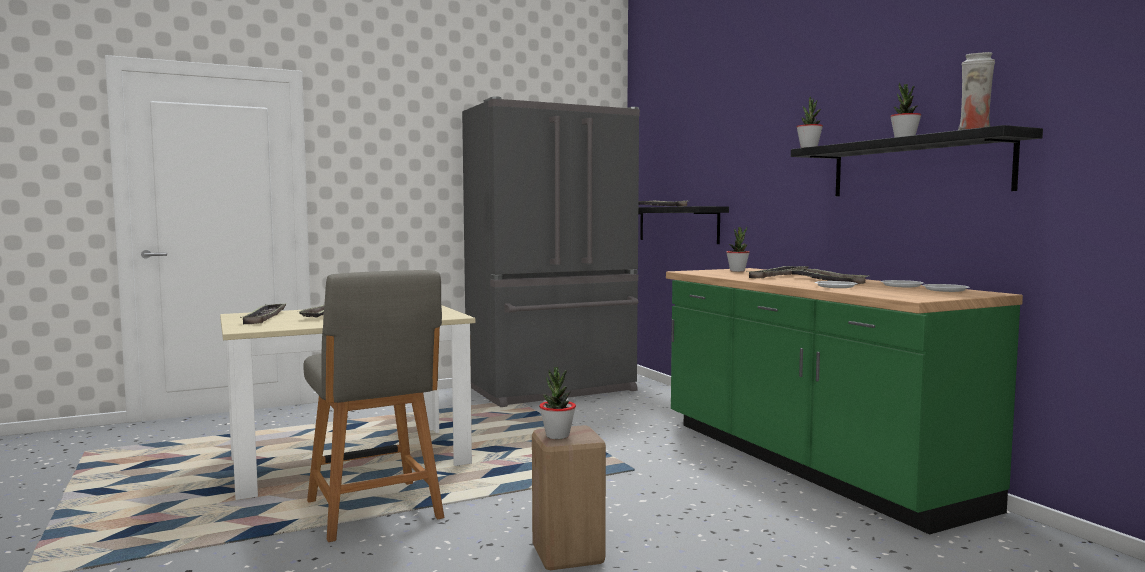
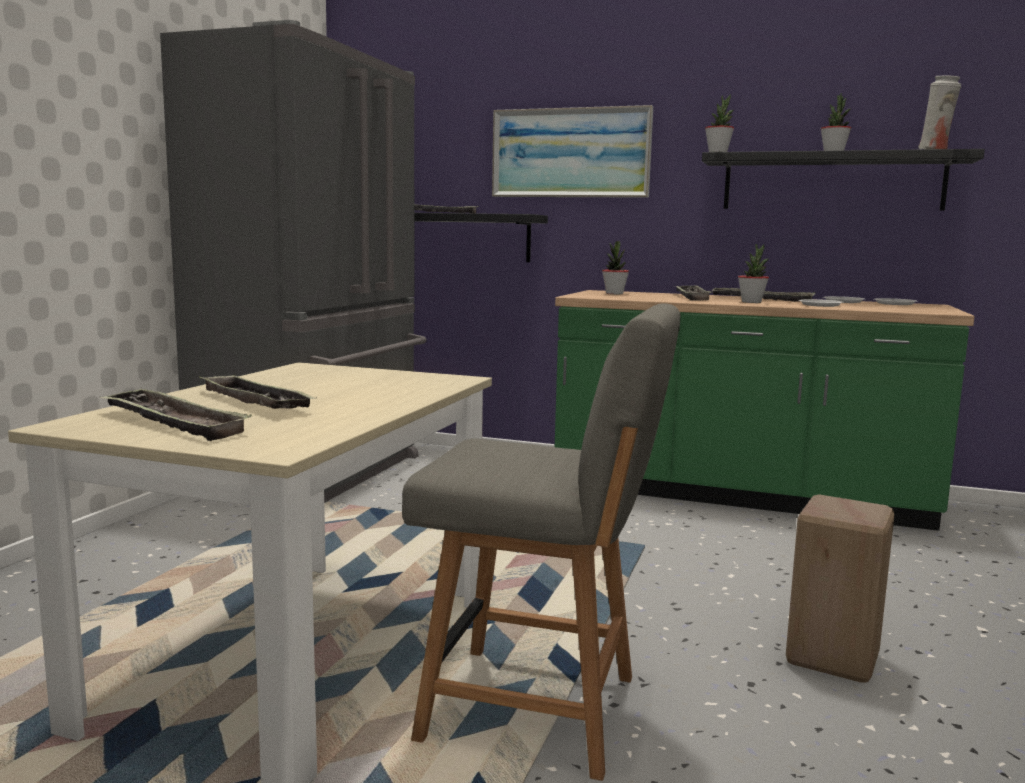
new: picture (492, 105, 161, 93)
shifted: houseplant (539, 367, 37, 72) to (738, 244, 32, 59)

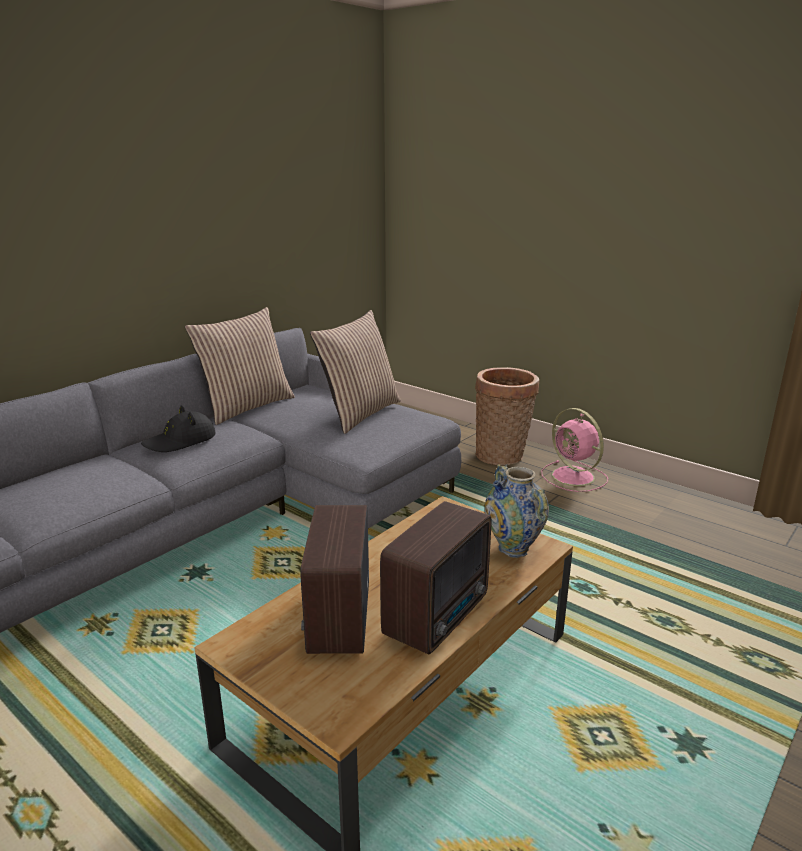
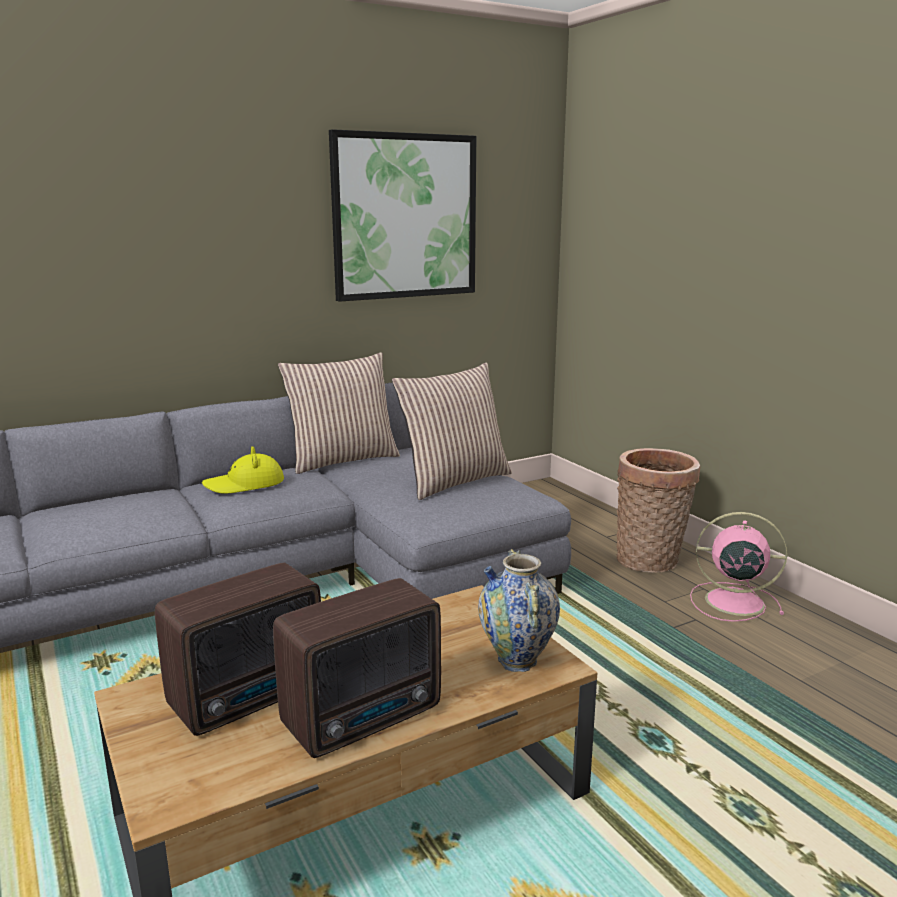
new: picture (329, 129, 147, 173)
repainted: black-coloured wearable hat (141, 405, 75, 47) to yellowish wearable hat (202, 446, 82, 48)
rotated: radio (300, 505, 69, 149) = (155, 563, 166, 173) 150 degrees counterclockwise; pink-coloured electric fan (541, 408, 67, 84) = (690, 512, 97, 110) 120 degrees clockwise

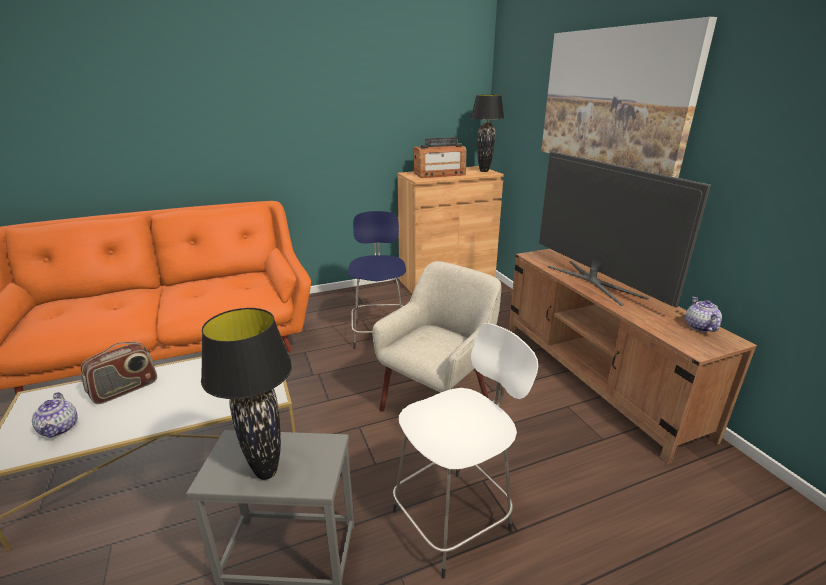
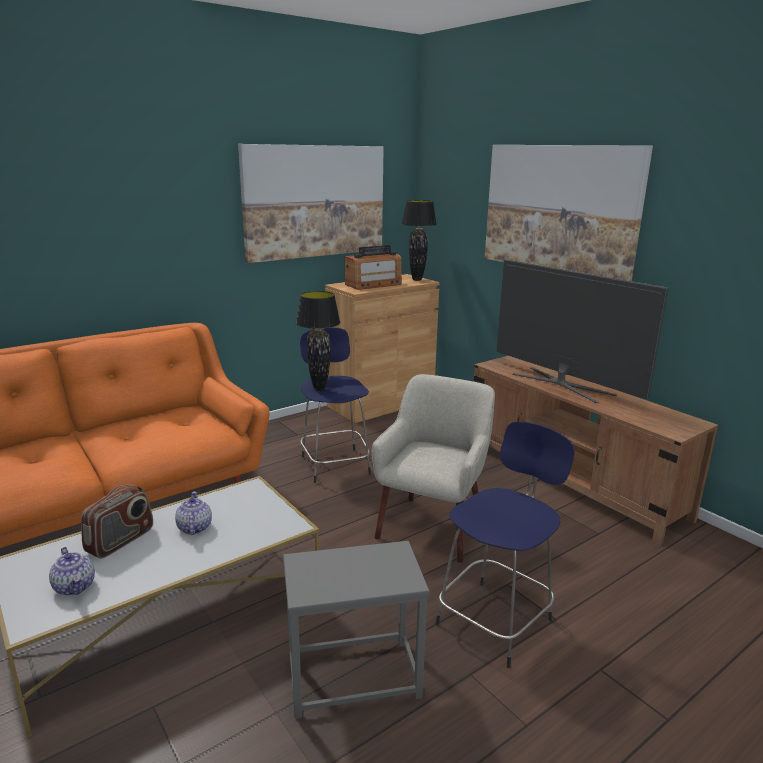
new: picture (238, 144, 146, 119)
shifted: black-coloured lamp for a table (201, 308, 91, 172) to (296, 291, 44, 99); tea pot (685, 297, 37, 35) to (175, 492, 37, 43)
repainted: white-coloured stool seat (393, 323, 145, 256) to blue-coloured stool seat (435, 421, 140, 247)

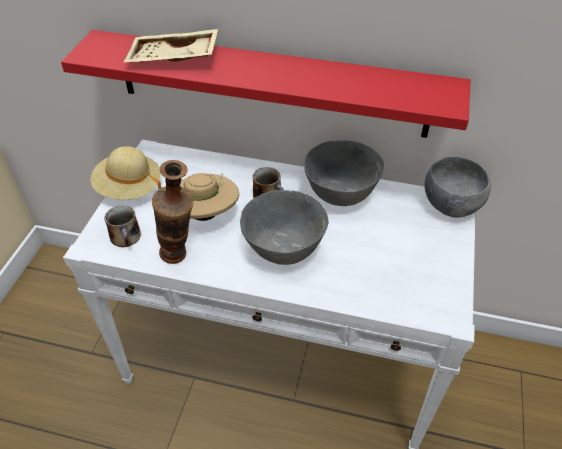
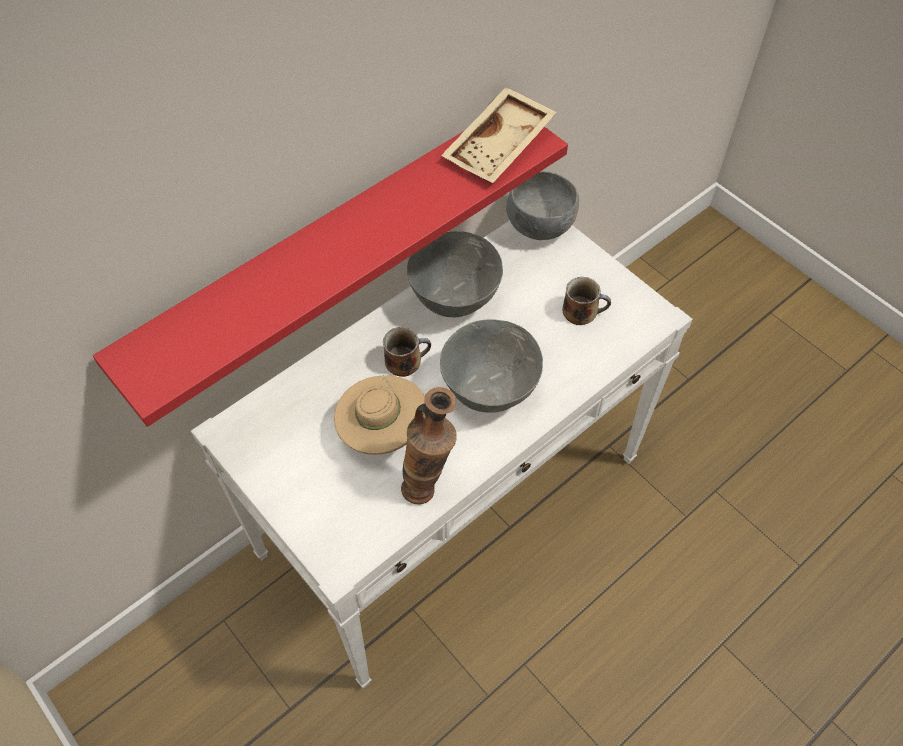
gone: beige wearable hat (91, 146, 71, 54)
shifted: tea mug (104, 205, 37, 42) to (562, 277, 49, 48); beige serving tray (124, 29, 94, 34) to (441, 87, 116, 96)

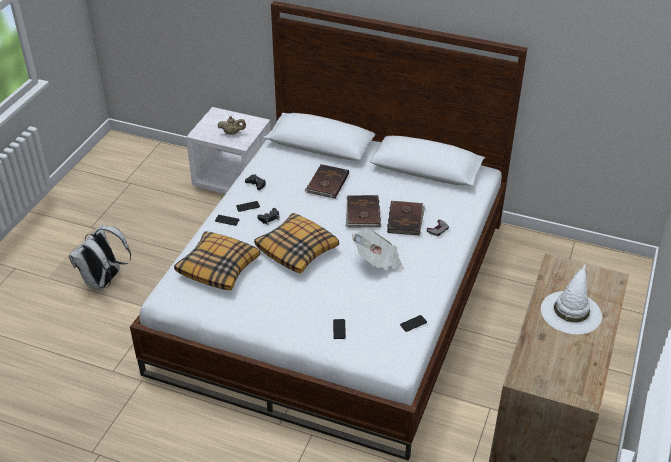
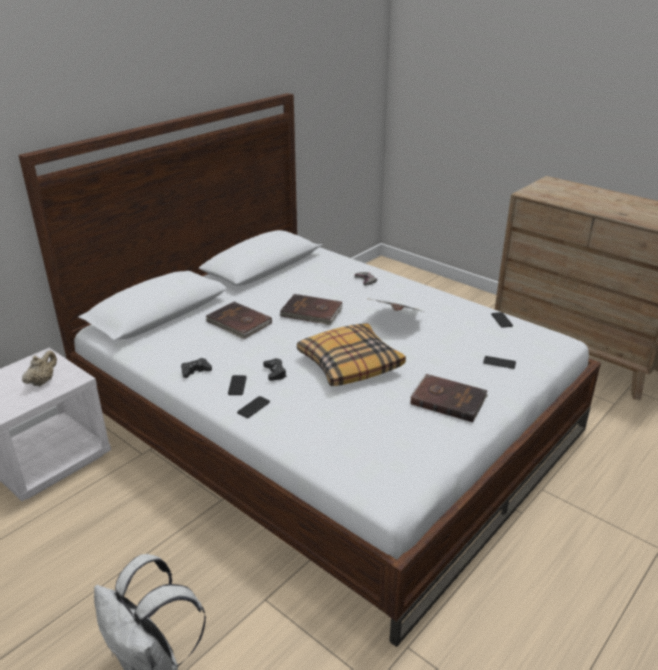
gone: pillow (174, 232, 86, 58); white-coloured wearable hat (541, 265, 61, 69)
shifted: brown bound book (387, 201, 38, 34) to (410, 374, 78, 48)

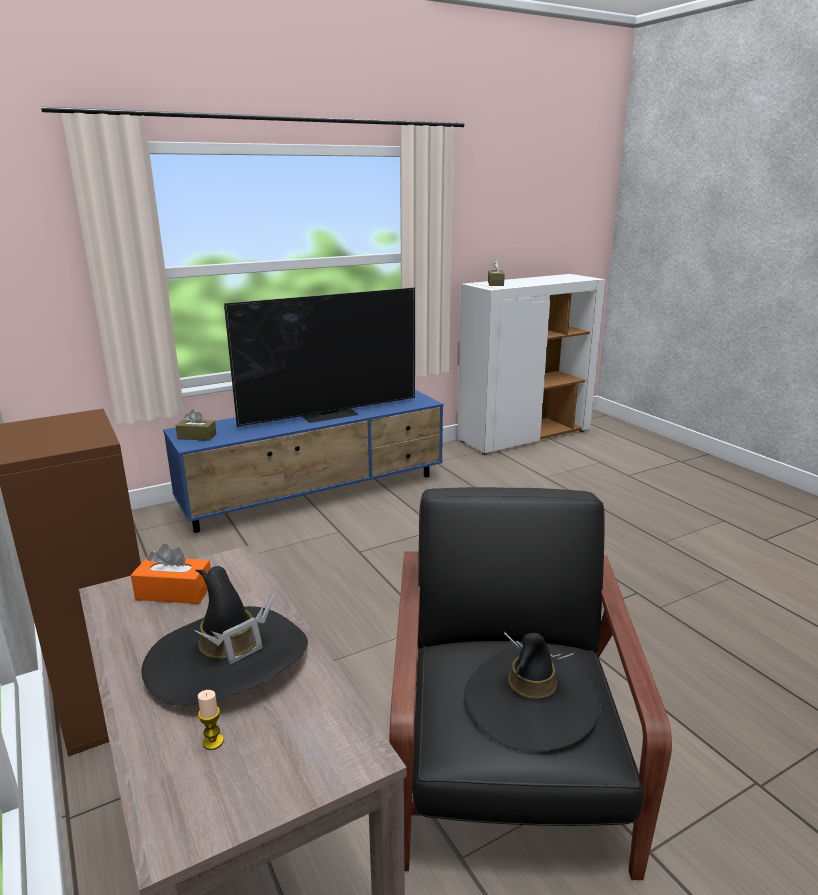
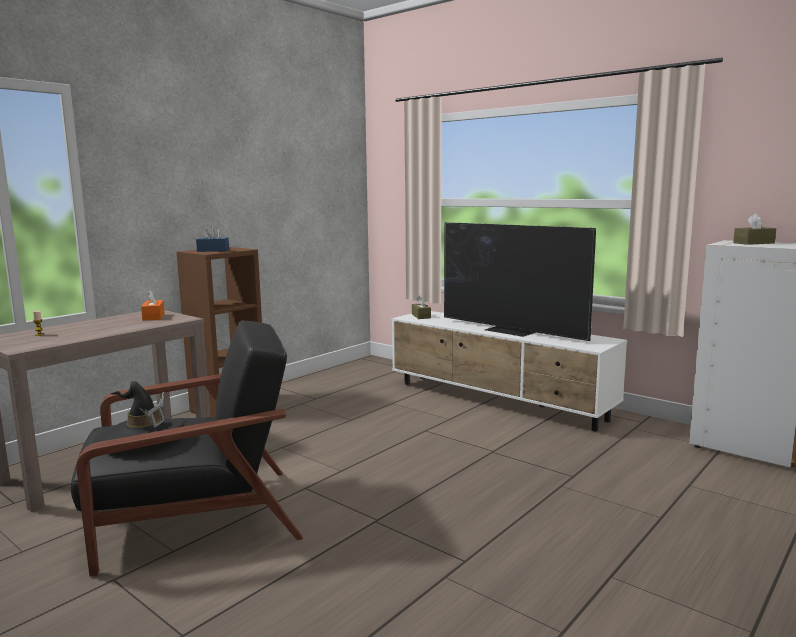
gone: black-coloured wearable hat (141, 566, 167, 140)
new: blue-coloured box of tissues (196, 226, 33, 26)
repainted: blue-coloured media console (163, 390, 281, 143) to white-coloured media console (392, 311, 235, 120)

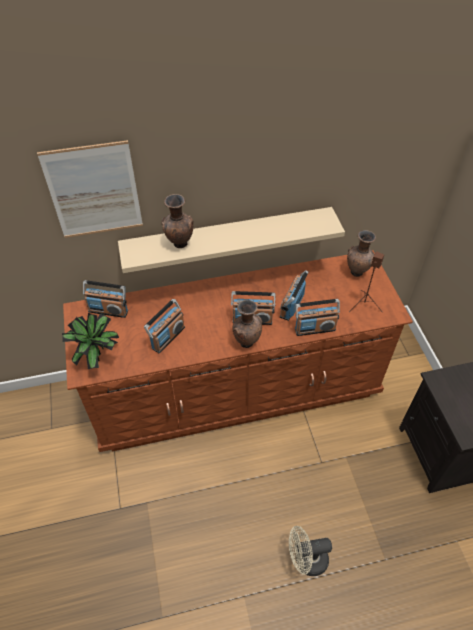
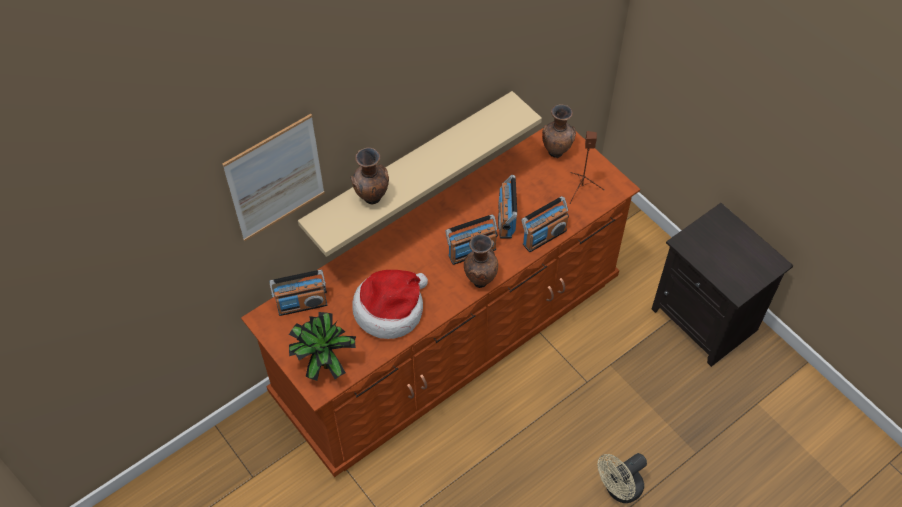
swapped: radio (144, 299, 41, 54) to wearable hat (352, 270, 76, 69)

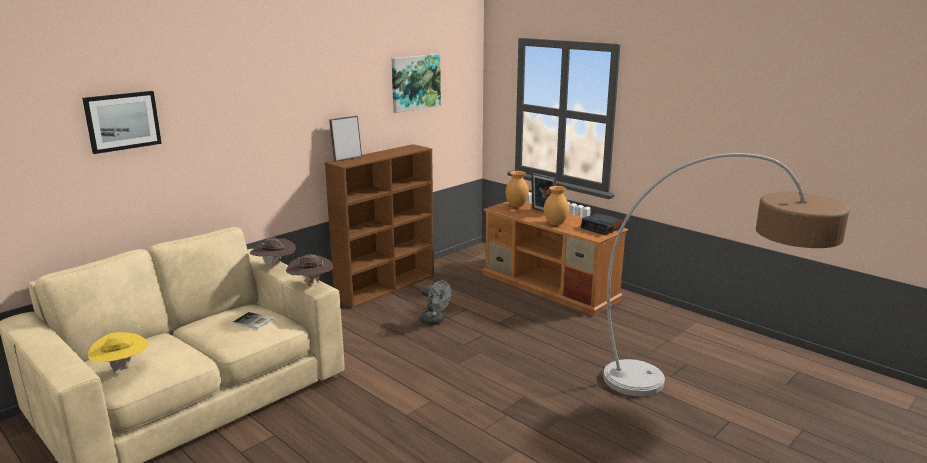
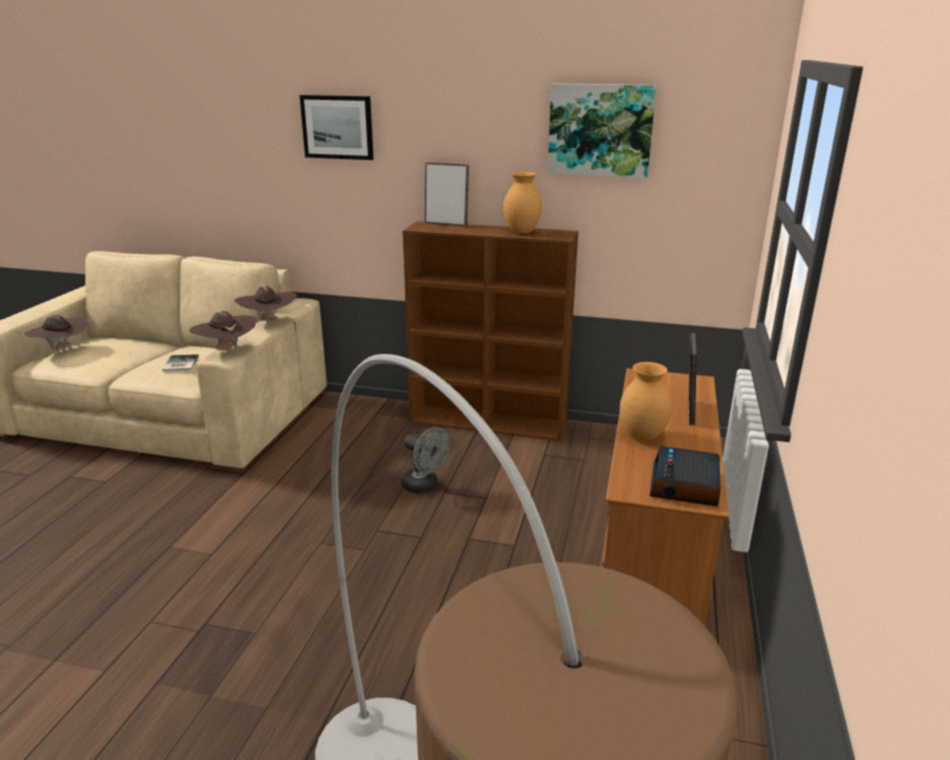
shifted: picture (82, 91, 80, 63) to (300, 95, 74, 65); brown decorative vase (506, 171, 23, 36) to (503, 172, 39, 62)
repainted: yellowish wearable hat (88, 332, 61, 41) to brown wearable hat (25, 315, 63, 35)
rotated: greyish electric fan (419, 281, 32, 44) = (401, 427, 49, 66) 60 degrees counterclockwise

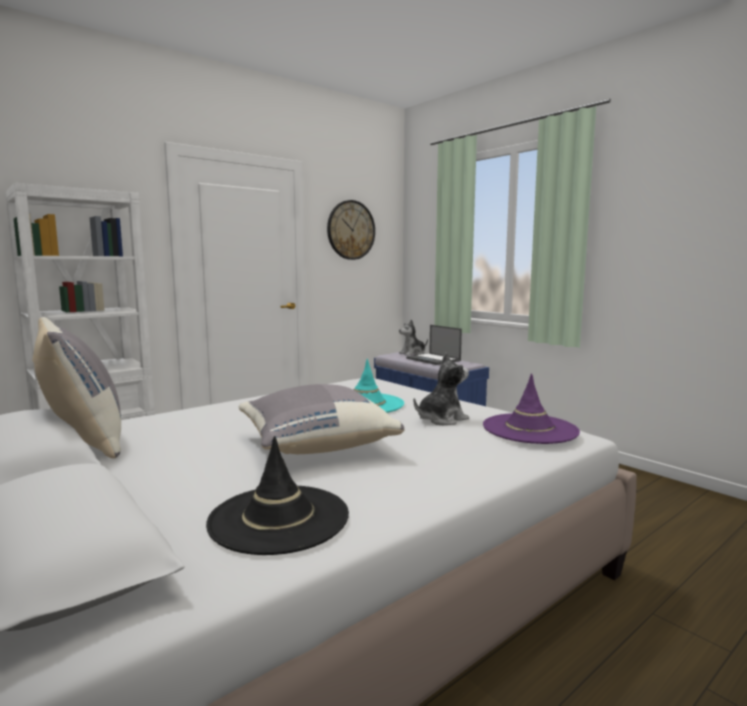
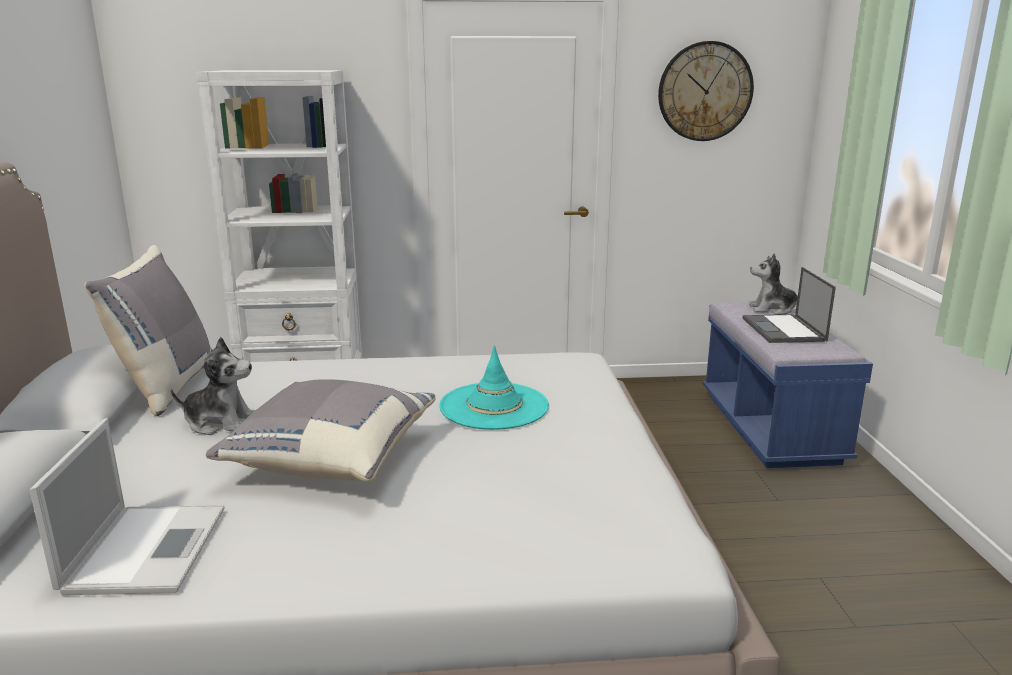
gone: purple wearable hat (483, 373, 97, 71)
shifted: cuddly toy (413, 353, 56, 72) to (170, 337, 85, 98)
swapped: black-coloured wearable hat (206, 436, 143, 119) to portable computer (30, 418, 194, 177)

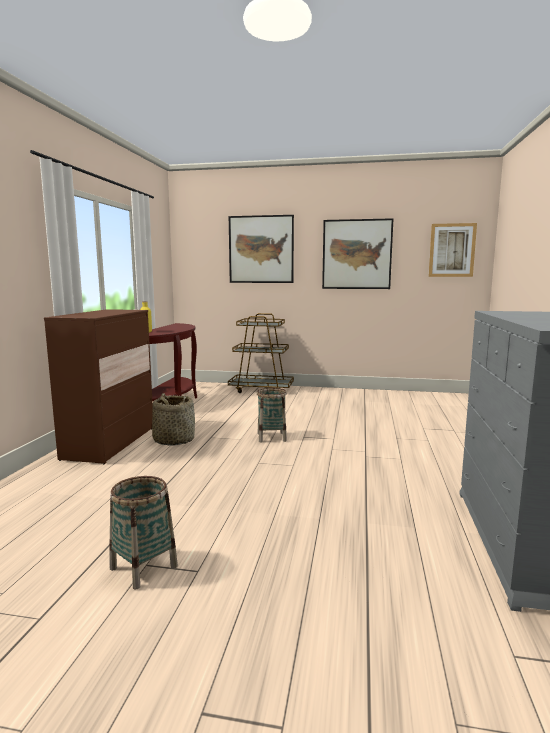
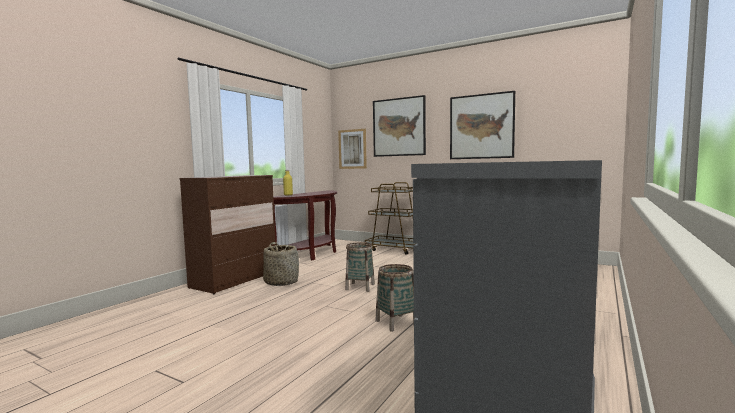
shifted: storage basket (109, 476, 69, 114) to (376, 264, 39, 68); picture (428, 223, 49, 54) to (338, 129, 29, 40)

